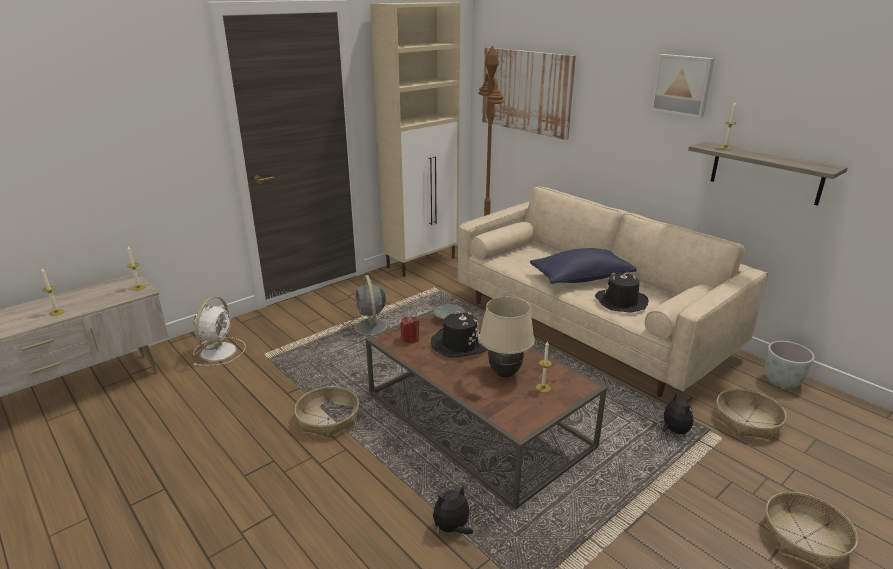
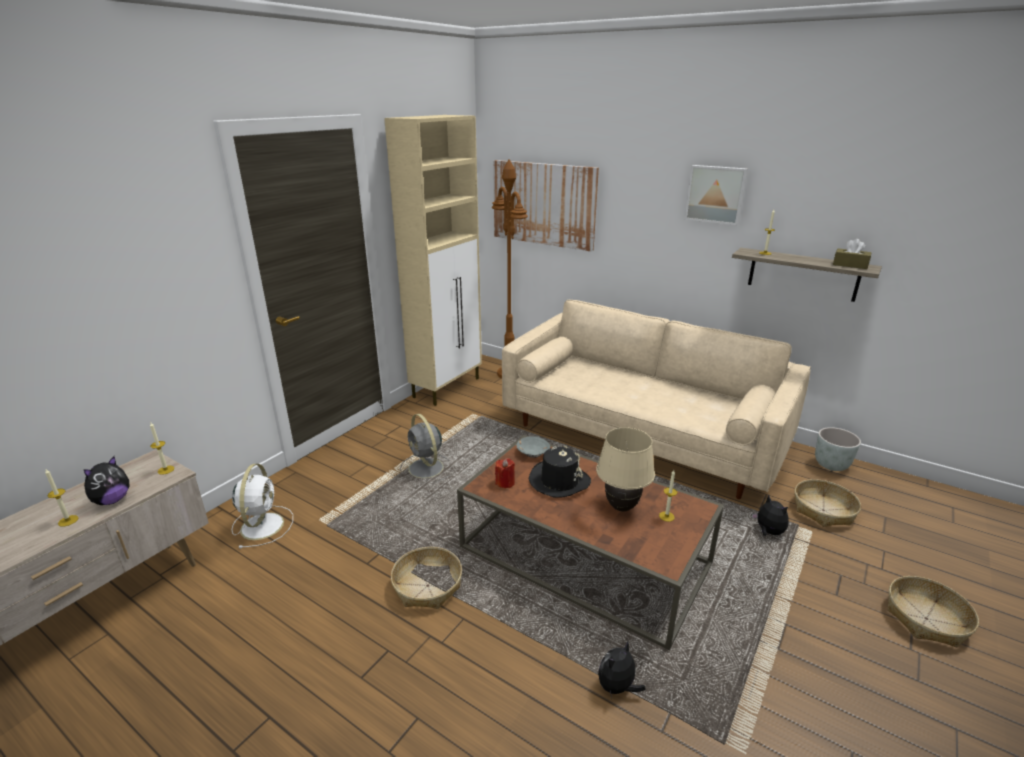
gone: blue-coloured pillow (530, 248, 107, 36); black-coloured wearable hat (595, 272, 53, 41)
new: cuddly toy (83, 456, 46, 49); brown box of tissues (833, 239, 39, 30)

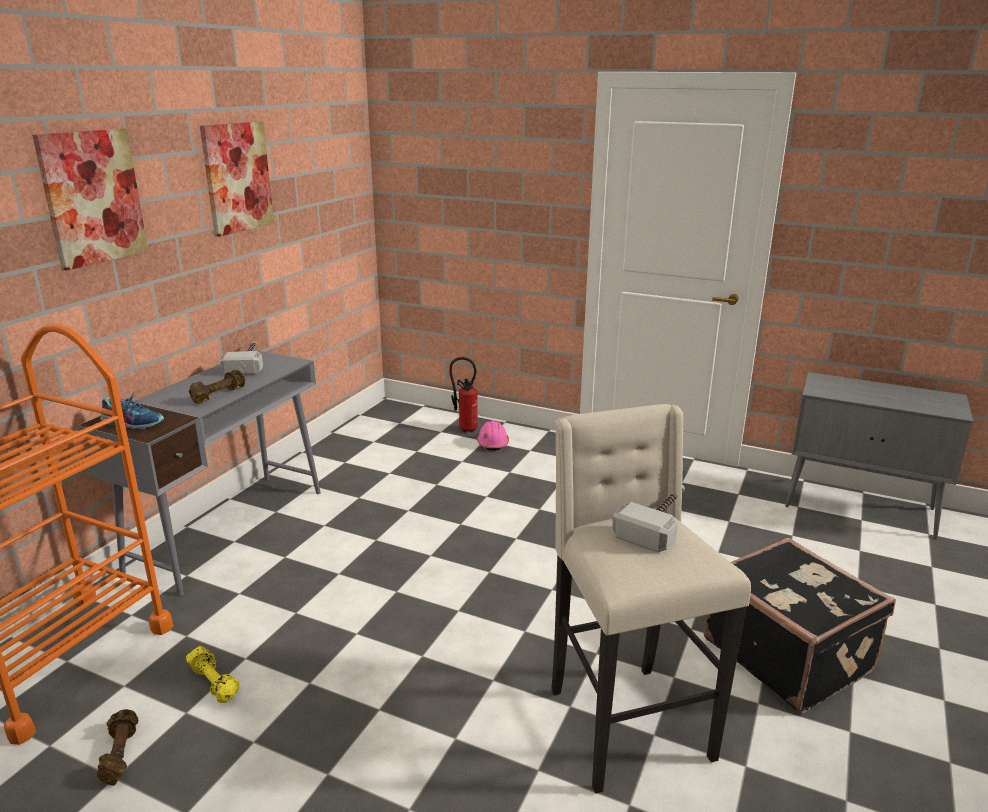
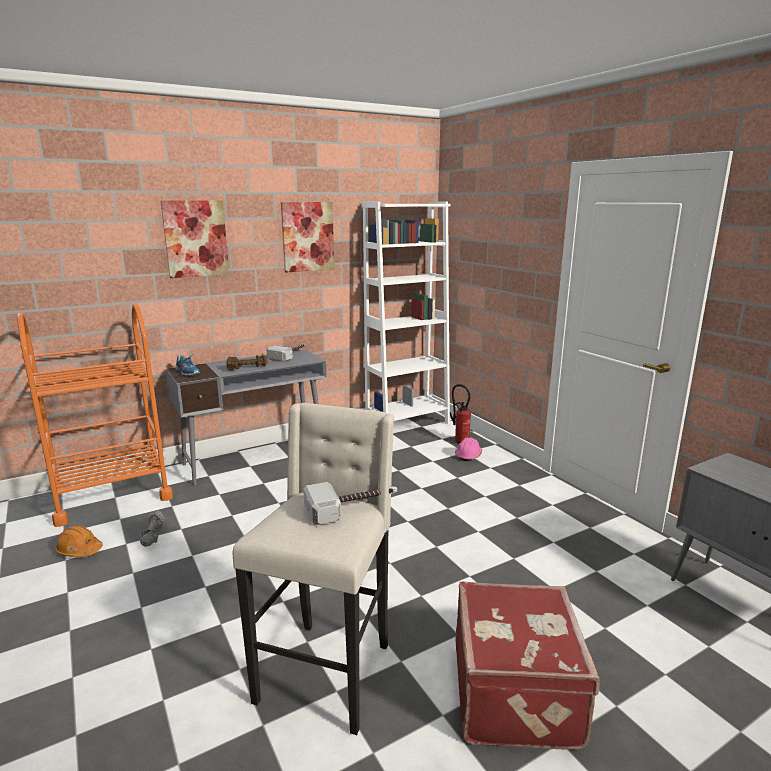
new: white-coloured shelving unit (363, 202, 88, 222)
swapped: brown hand weight (97, 709, 41, 77) to orangey work helmet (55, 525, 48, 32)
repainted: yellowish hand weight (186, 646, 53, 57) to greyish hand weight (140, 510, 24, 37); black-coloured suitcase (704, 538, 192, 175) to red suitcase (456, 582, 144, 168)

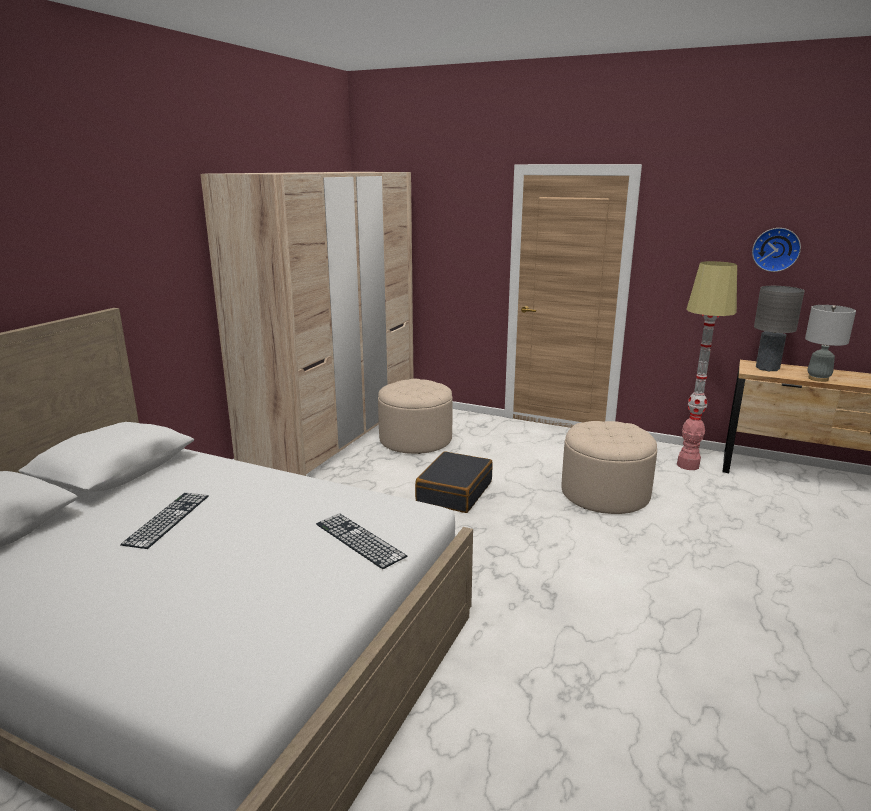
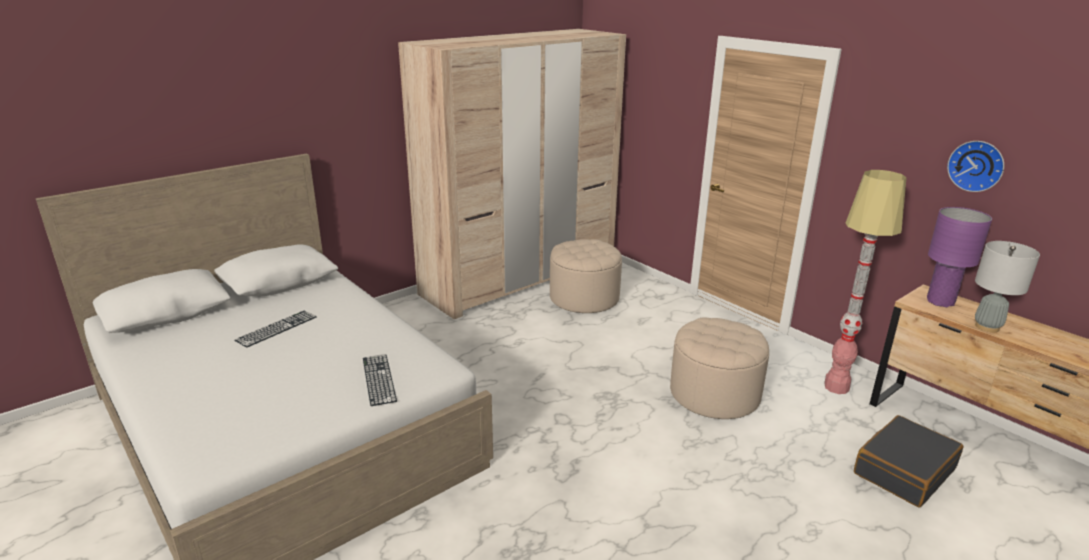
shifted: black-coloured suitcase (415, 451, 78, 62) to (854, 415, 109, 92)
repainted: greyish lamp for a table (754, 286, 51, 85) to purple lamp for a table (927, 207, 65, 100)

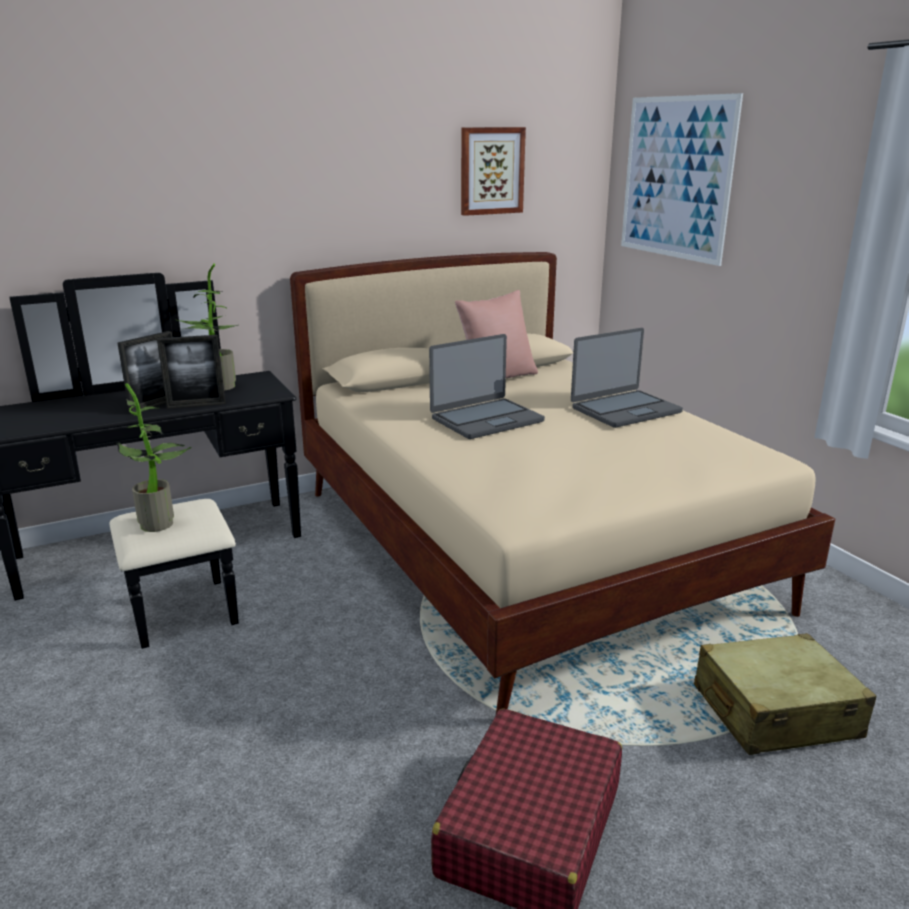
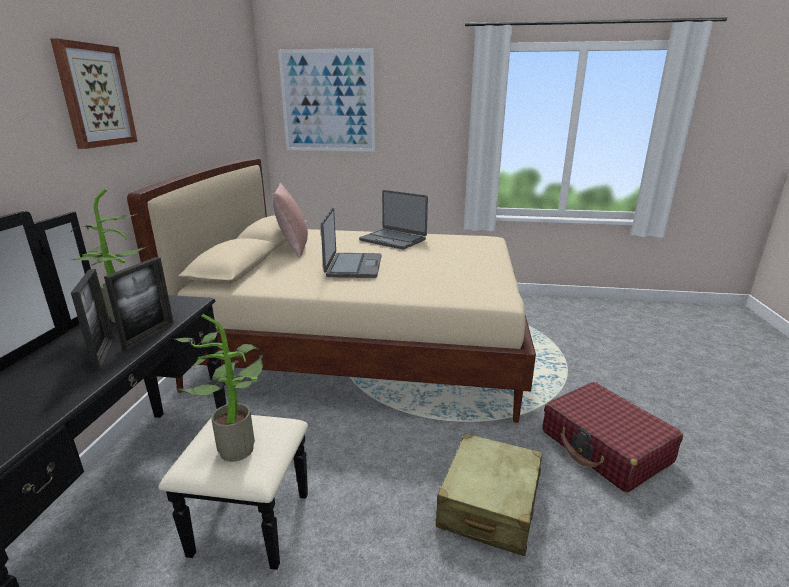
shifted: picture (461, 127, 65, 89) to (50, 38, 88, 111); beige suitcase (694, 633, 182, 122) to (436, 433, 106, 123)
rotated: portable computer (571, 328, 112, 100) = (359, 190, 69, 60) 120 degrees clockwise

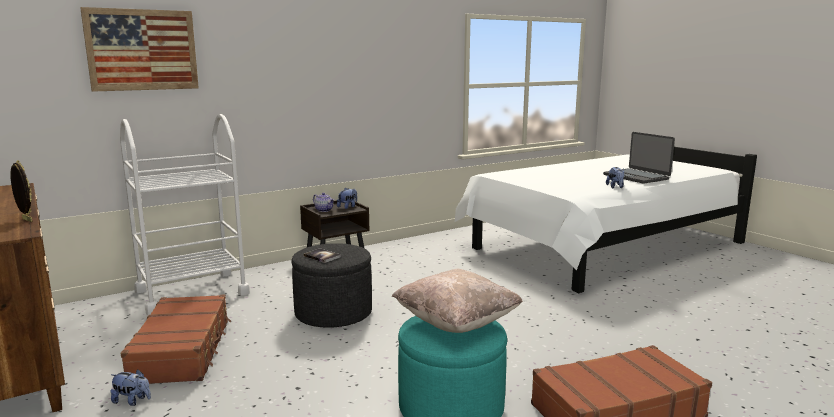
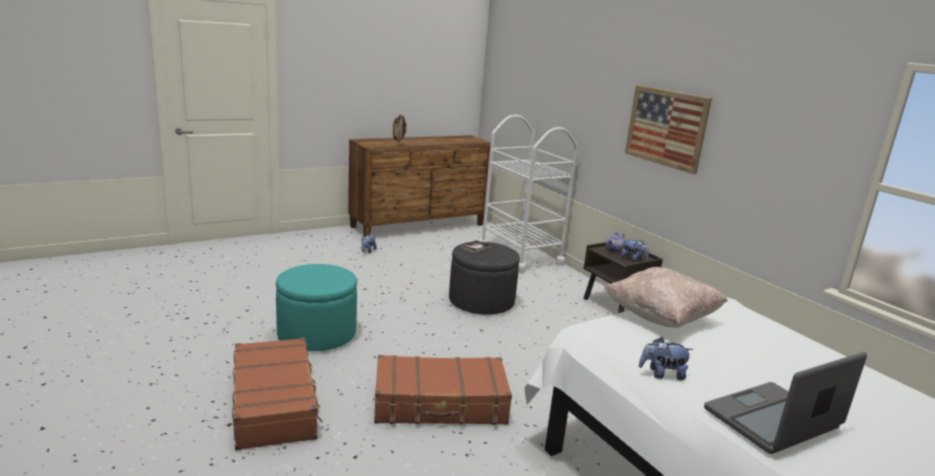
shifted: picture (80, 7, 119, 85) to (625, 85, 87, 89); brown suitcase (121, 294, 110, 90) to (374, 355, 138, 70); beige pillow (392, 269, 131, 64) to (604, 267, 124, 61)

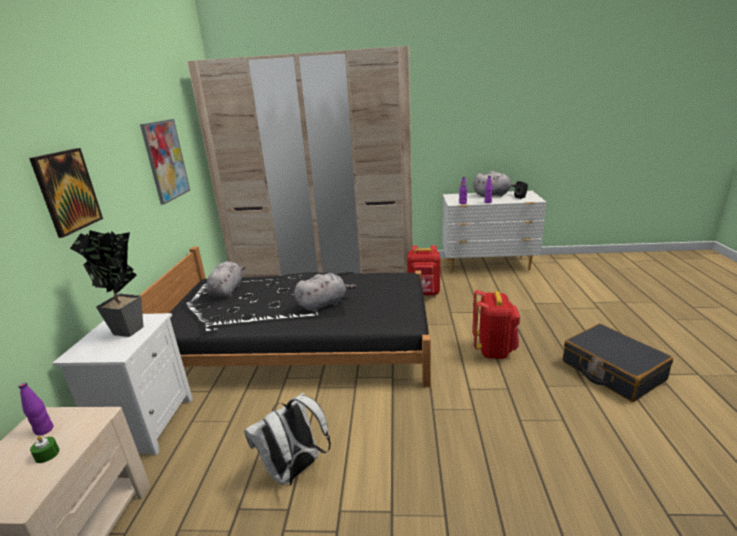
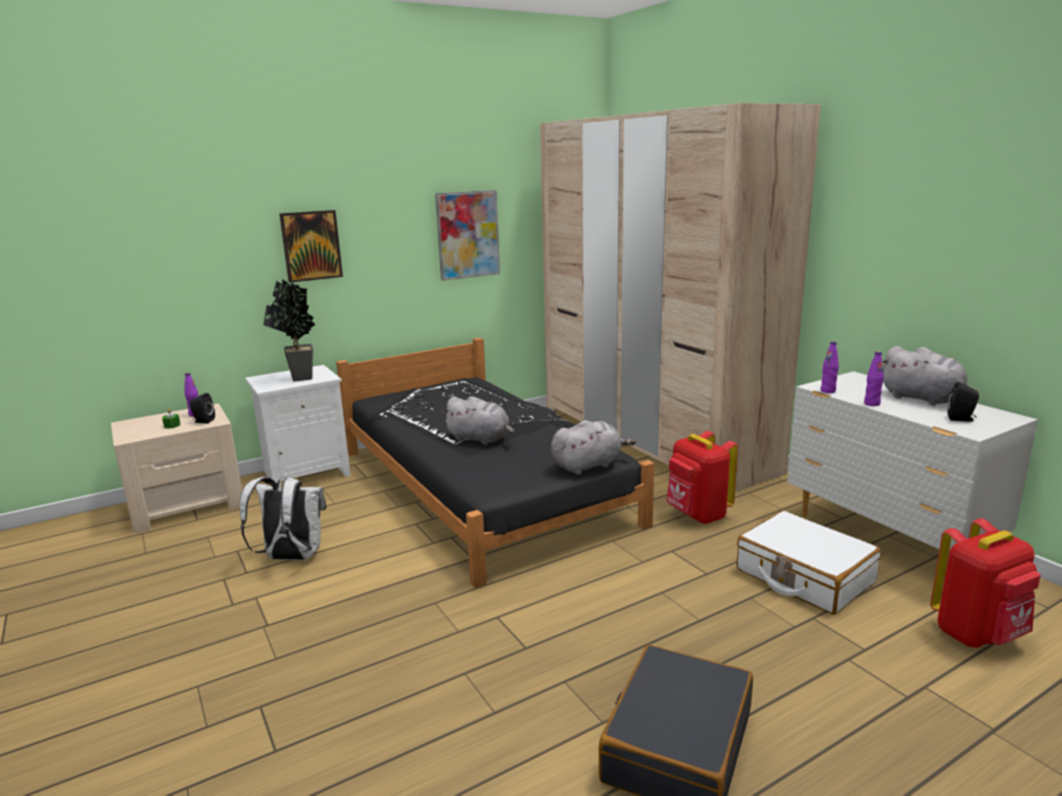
new: black-coloured speaker (189, 393, 26, 31); white-coloured suitcase (737, 511, 144, 104)
shifted: greyish cuddly toy (206, 261, 39, 37) to (551, 420, 85, 55); red backpack (472, 290, 48, 69) to (930, 518, 111, 130)

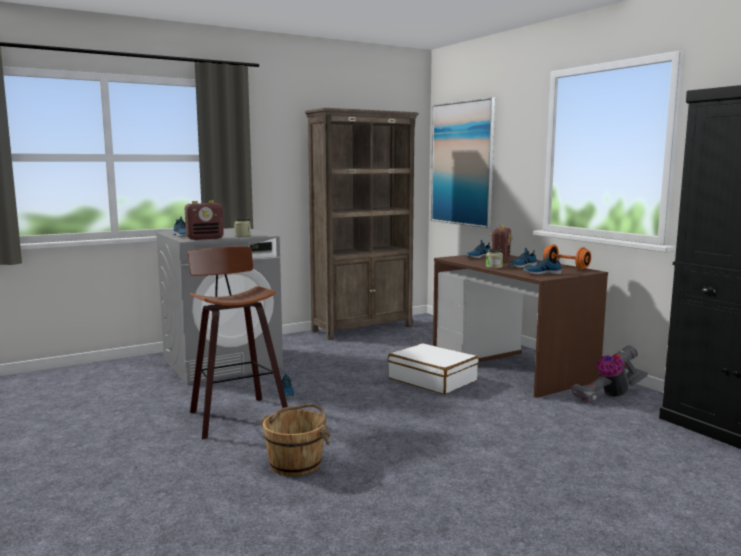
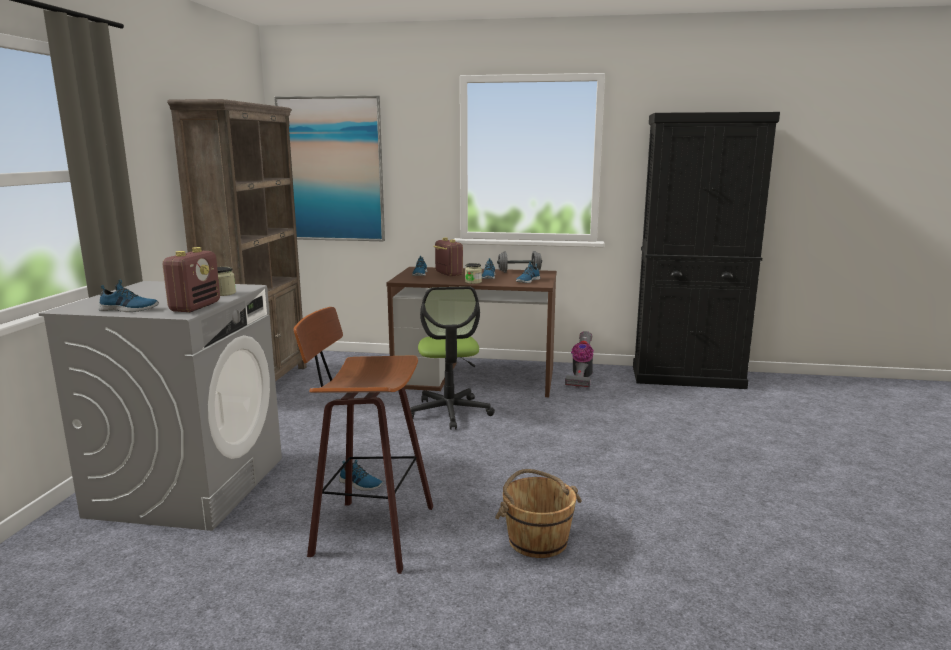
swapped: white-coloured suitcase (388, 343, 91, 51) to computer chair (410, 286, 85, 144)
repainted: orangey hand weight (543, 244, 48, 26) to greyish hand weight (497, 251, 45, 22)

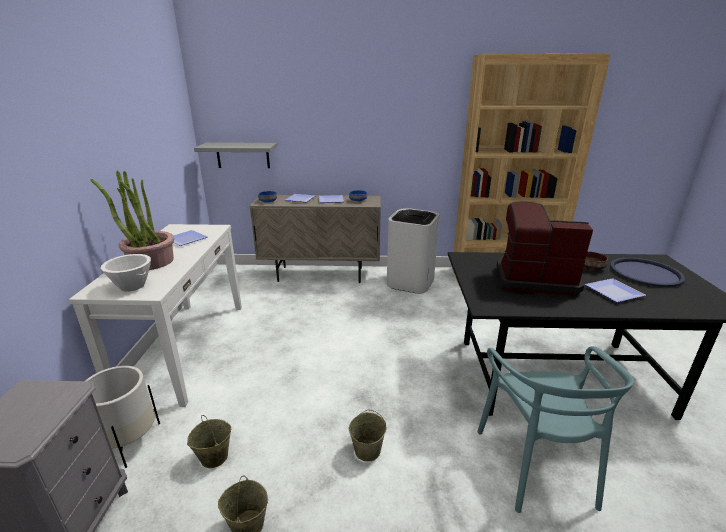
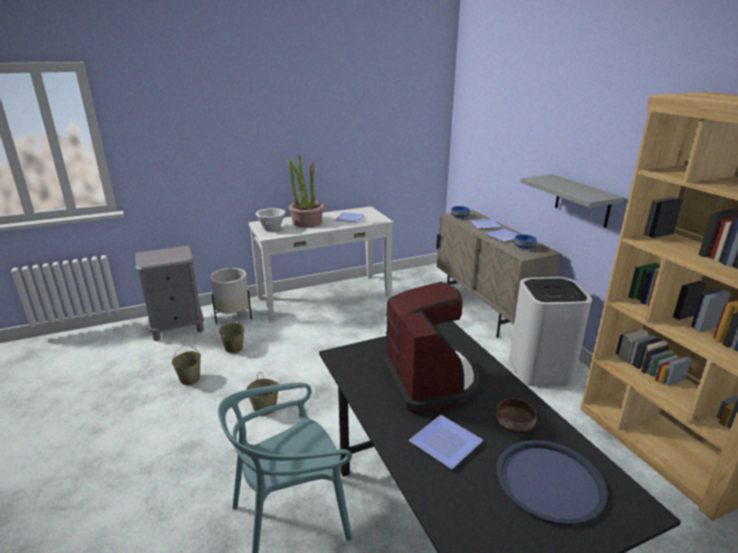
shifted: greyish shelf (194, 142, 83, 26) to (521, 174, 104, 54)

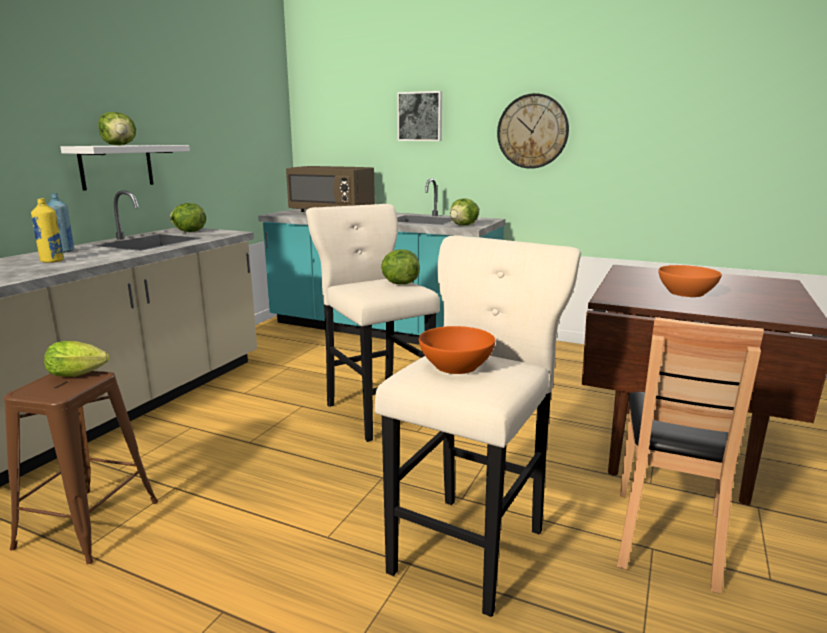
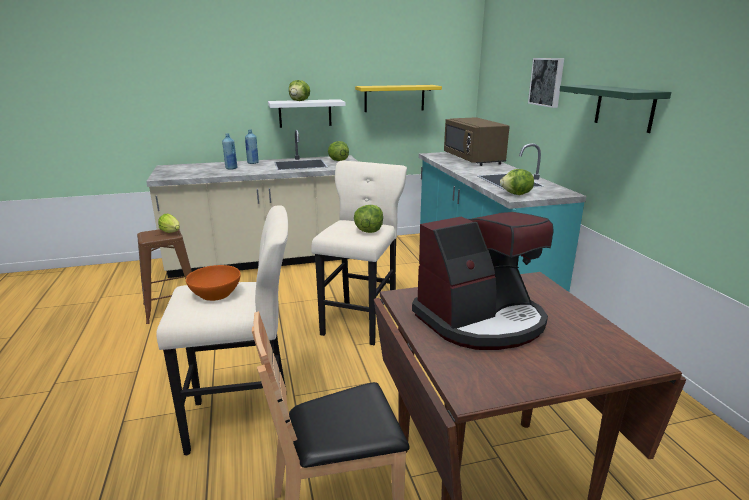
new: yellowish shelf (355, 85, 87, 27)
swapped: wall clock (497, 93, 72, 76) to green-coloured shelf (560, 85, 111, 48); orangey deep dish (659, 265, 63, 32) to coffee brewer (412, 212, 142, 138)
repainted: yellowish bottle (31, 198, 33, 65) to blue-coloured bottle (222, 133, 15, 37)

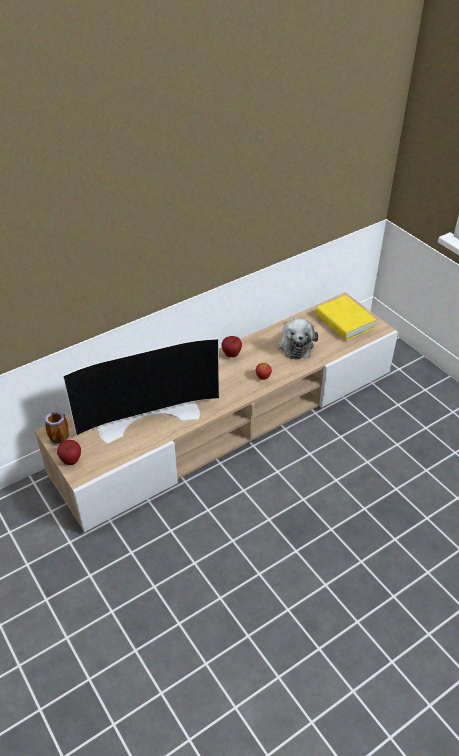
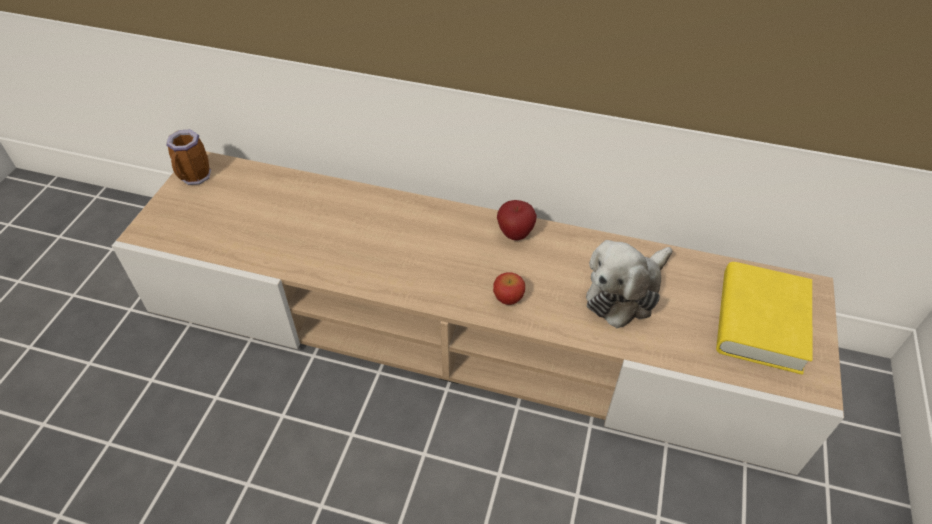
gone: apple fruit (57, 440, 24, 25); TV (63, 338, 156, 105)

